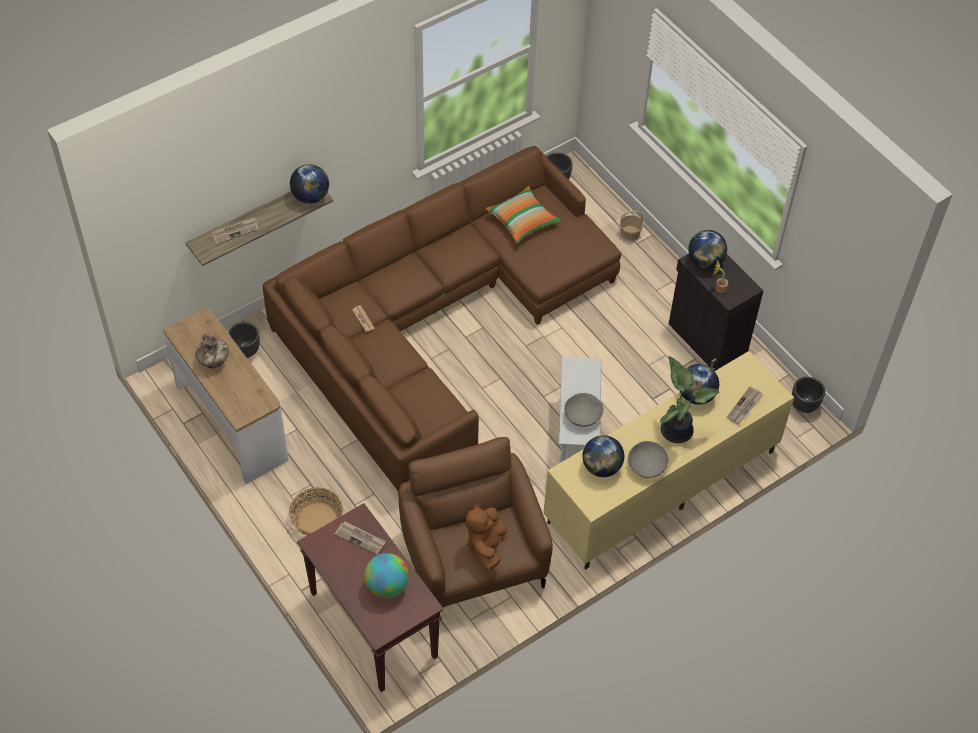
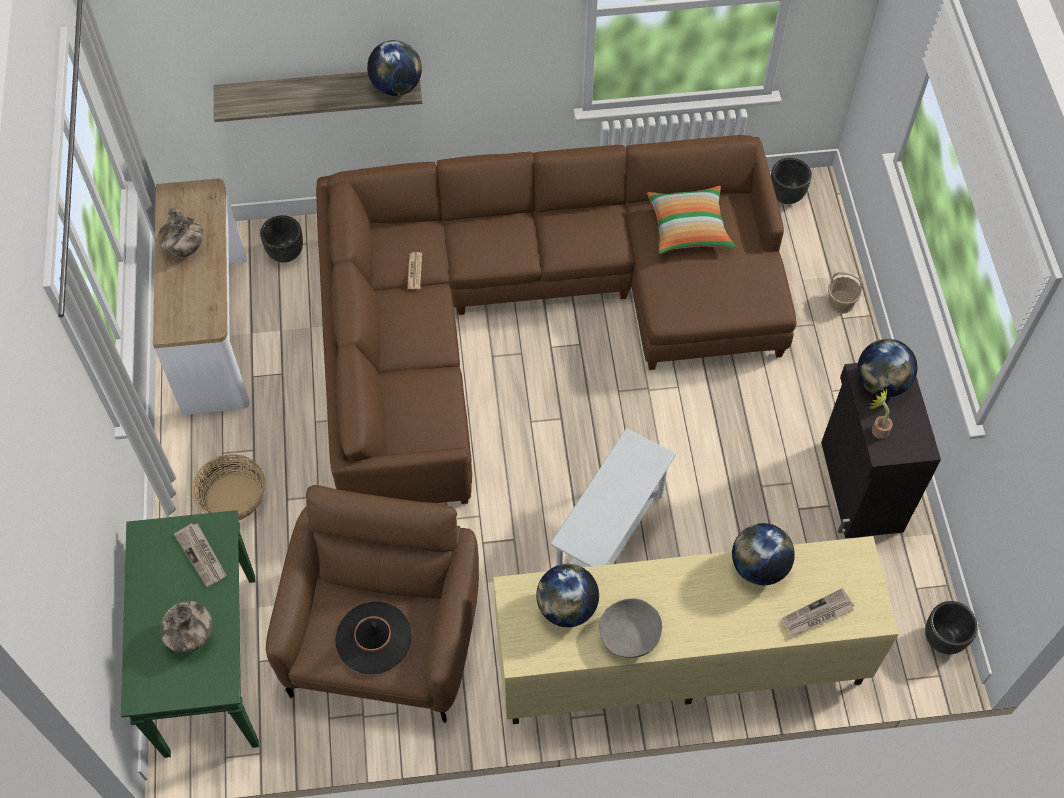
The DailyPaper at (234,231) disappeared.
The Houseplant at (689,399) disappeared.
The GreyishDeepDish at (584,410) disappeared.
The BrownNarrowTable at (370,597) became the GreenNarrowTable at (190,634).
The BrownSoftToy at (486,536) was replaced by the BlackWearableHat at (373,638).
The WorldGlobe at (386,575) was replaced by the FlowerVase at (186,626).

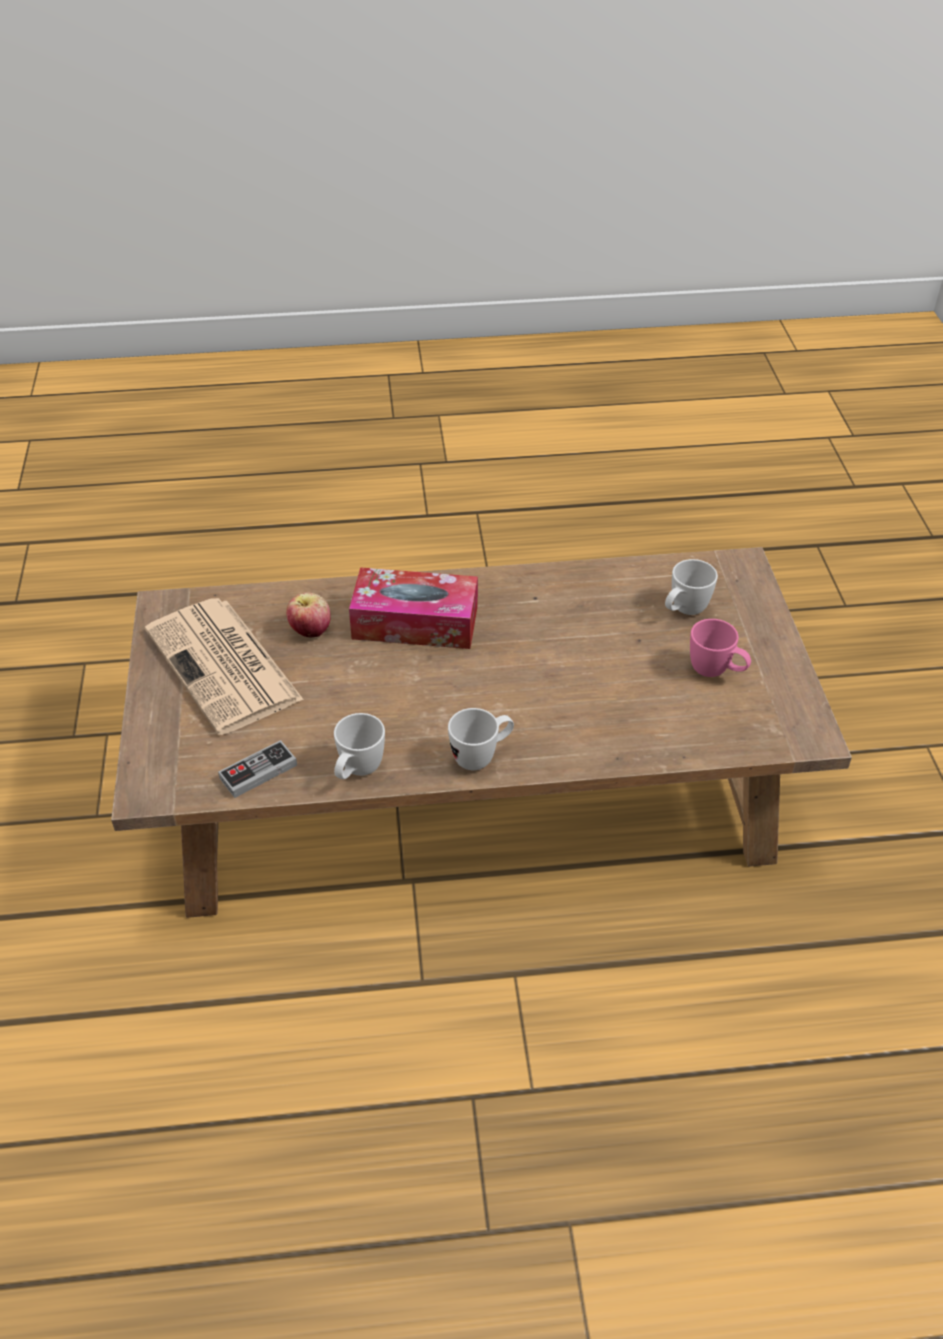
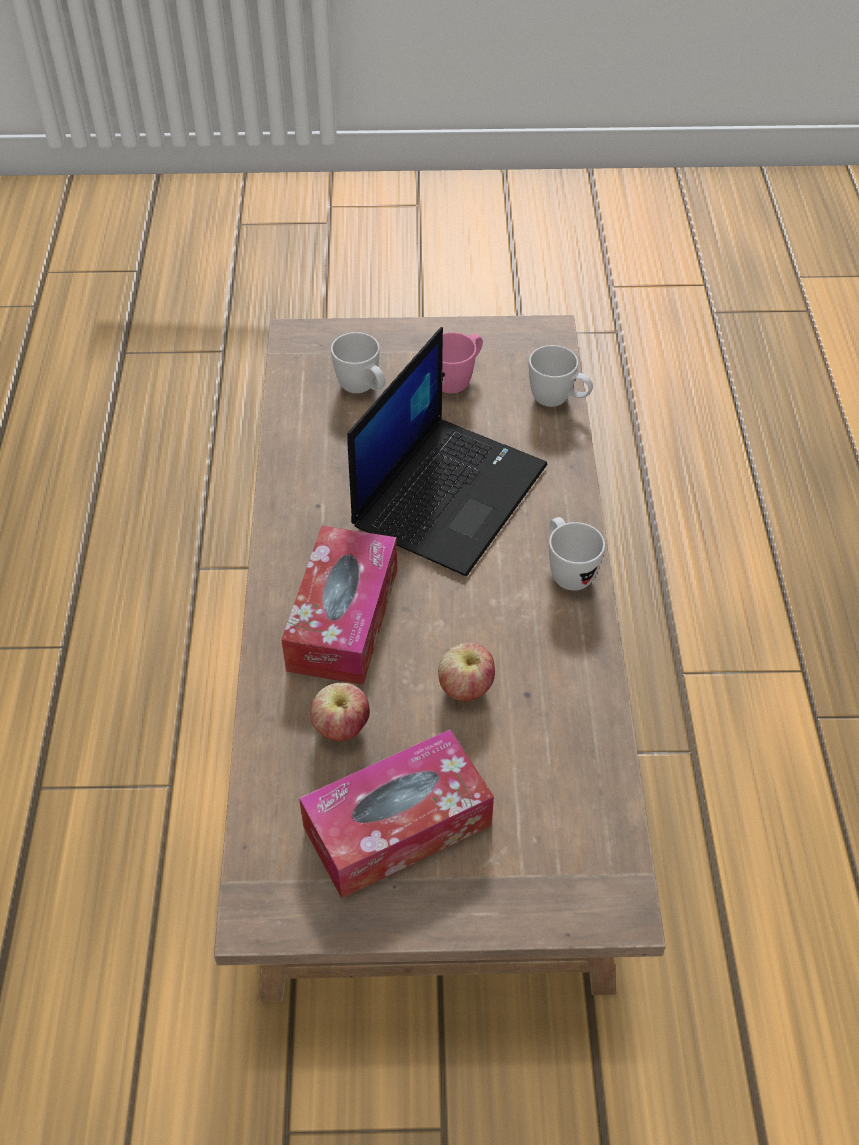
The DailyPaper at (224,666) was replaced by the TissueHolder at (396,814).
The WhiteColouredMug moved from (359,746) to (561,376).
The Joypad at (257,769) disappeared.
The PortableComputer at (447,451) appeared.
The WholeApple at (466,672) appeared.

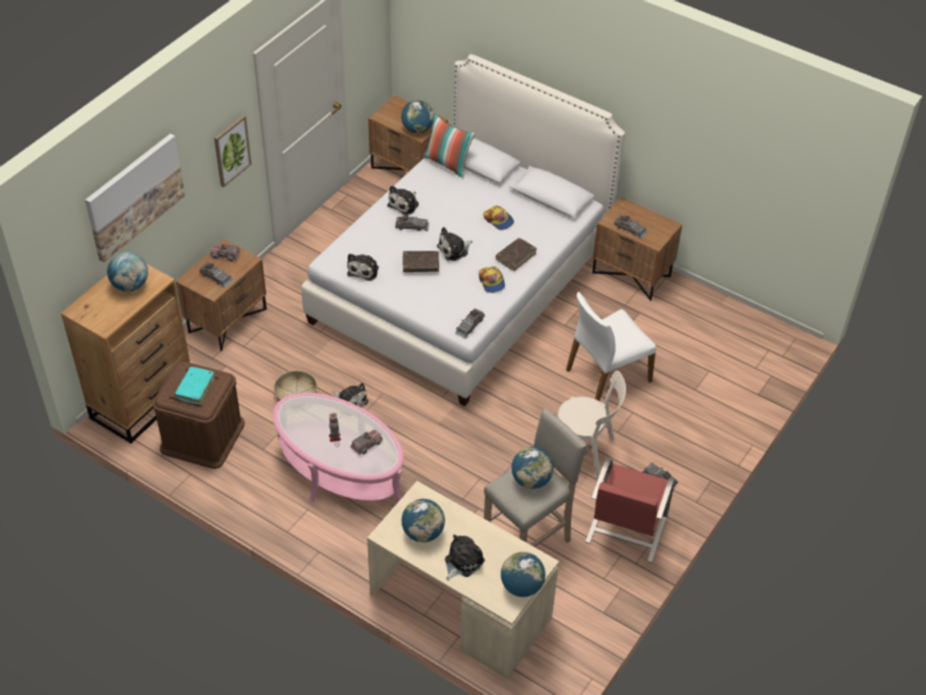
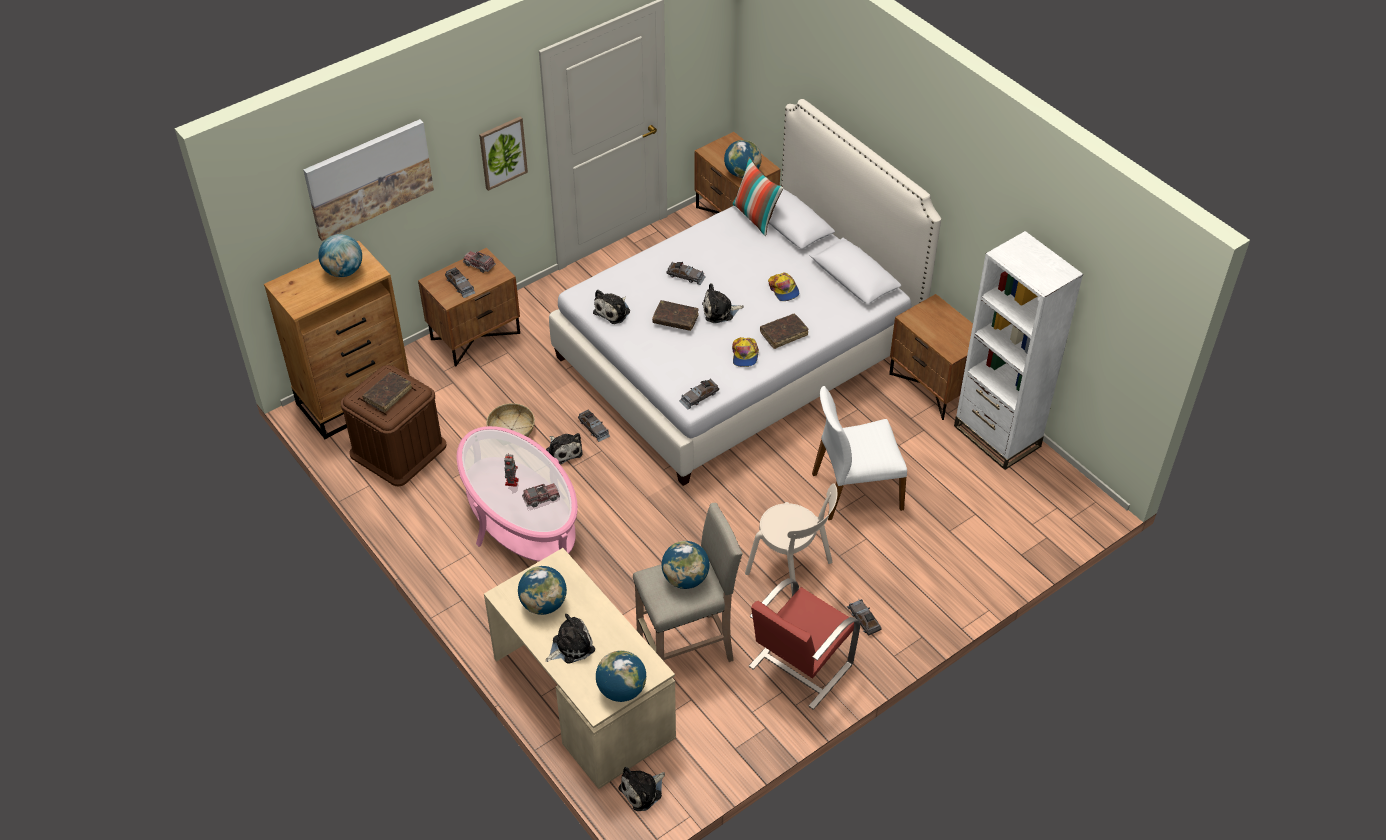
The SoftToy moved from (403,200) to (642,789).
The GreyishMiniatureCar moved from (631,227) to (594,425).
The BlueGreenBook at (194,385) became the BrownBook at (387,392).
The WhiteColouredShelvingUnit at (1018,350) appeared.

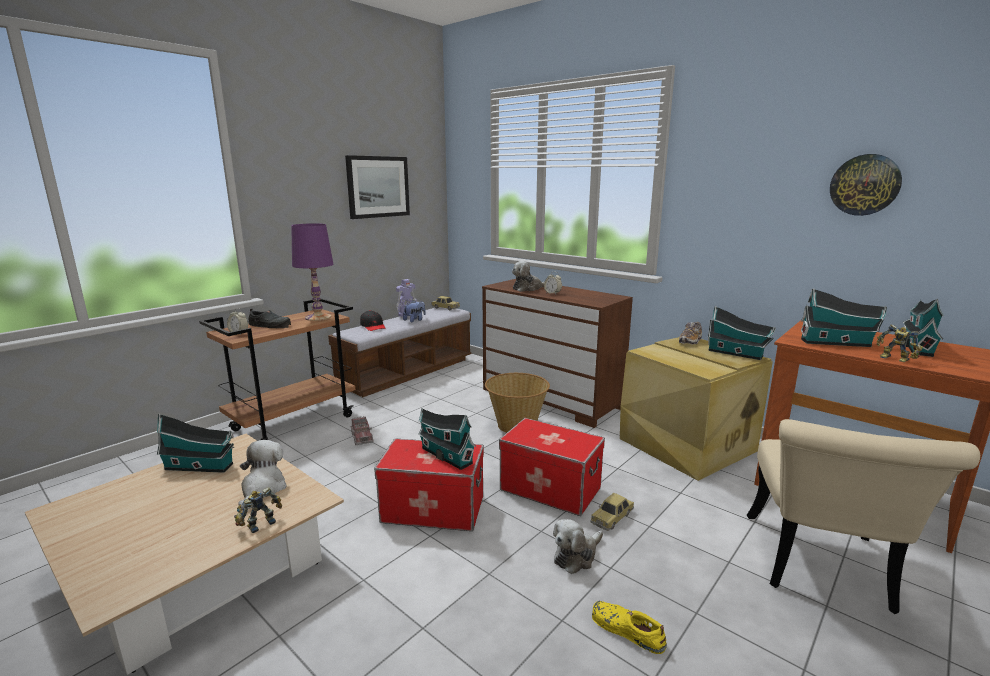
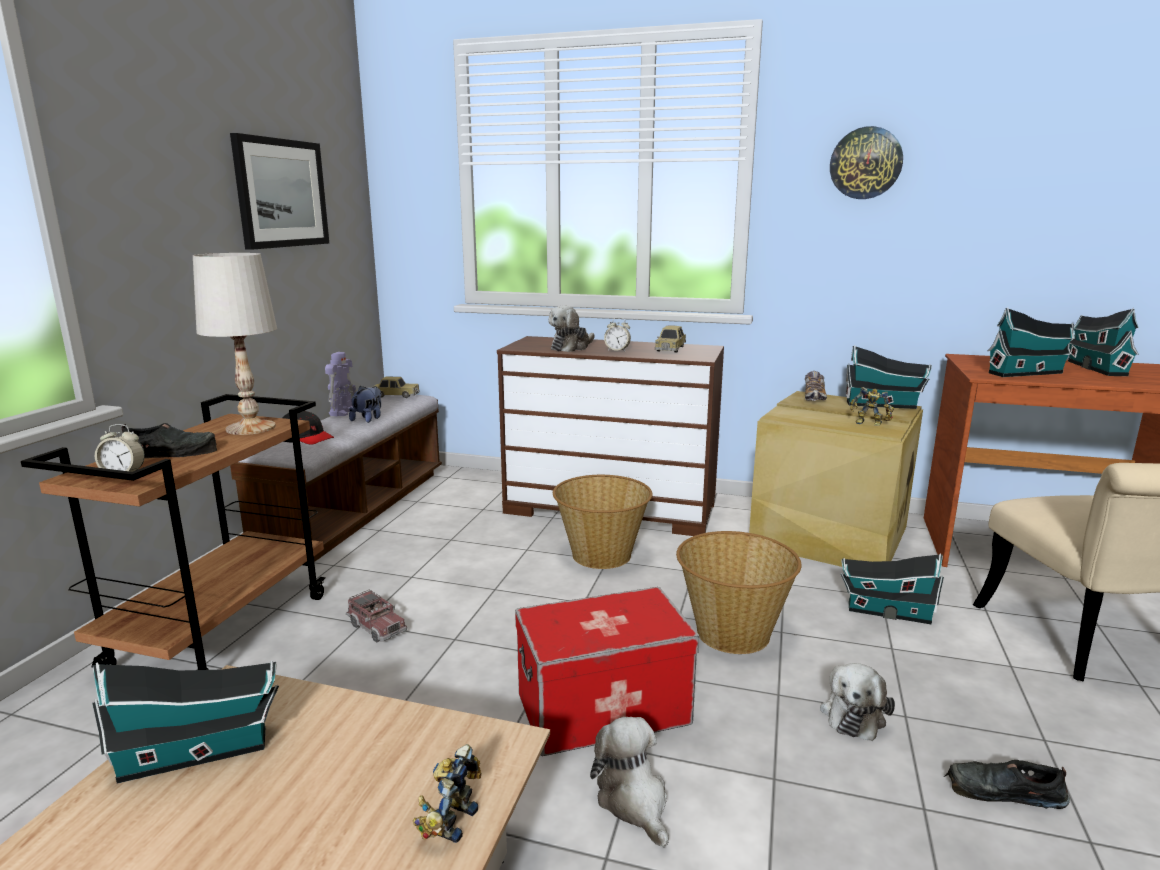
The WallClock moved from (866,185) to (866,162).
The PurpleColouredTableLamp at (312,272) became the WhiteColouredTableLamp at (235,344).
The ModelRobot moved from (900,343) to (872,406).
The ModelHouse moved from (447,439) to (892,589).
The StorageContainer at (552,467) was replaced by the HouseholdBasket at (739,592).
The SoftToy moved from (262,475) to (629,782).
The MiniatureCar moved from (612,512) to (670,339).
The YellowShoe at (629,627) became the BlackShoe at (1007,784).

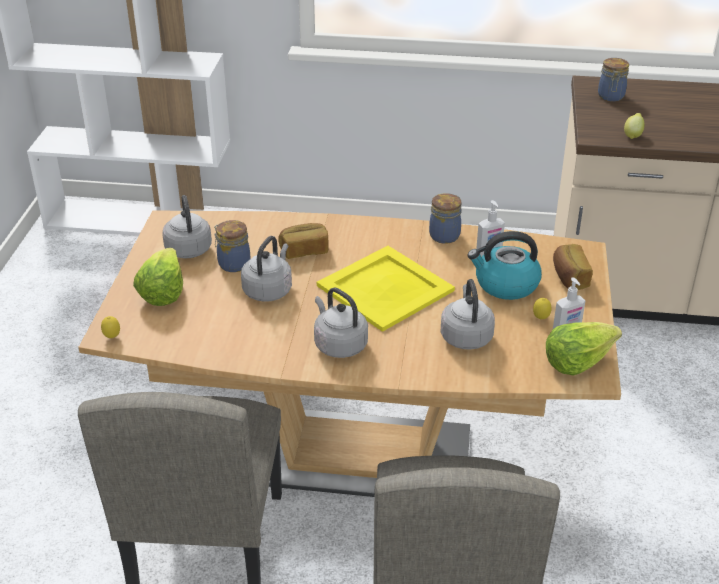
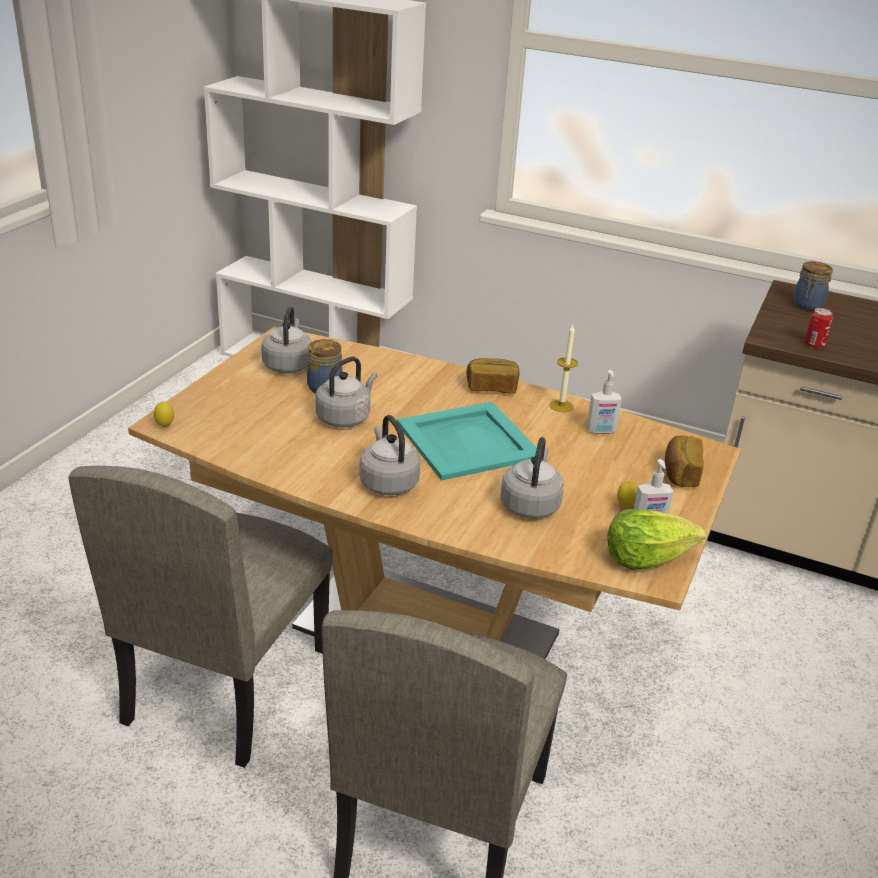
The Lemon at (634,126) was replaced by the MetalCan at (819,328).
The PreserveJar at (445,218) was replaced by the Candle at (564,368).
The BakeryBread moved from (303,241) to (493,375).
The TeaKettle at (505,265) disappeared.
The YellowCarryingTray at (386,289) became the BlueGreenCarryingTray at (467,441).
The HeadOfLettuce at (158,277) disappeared.

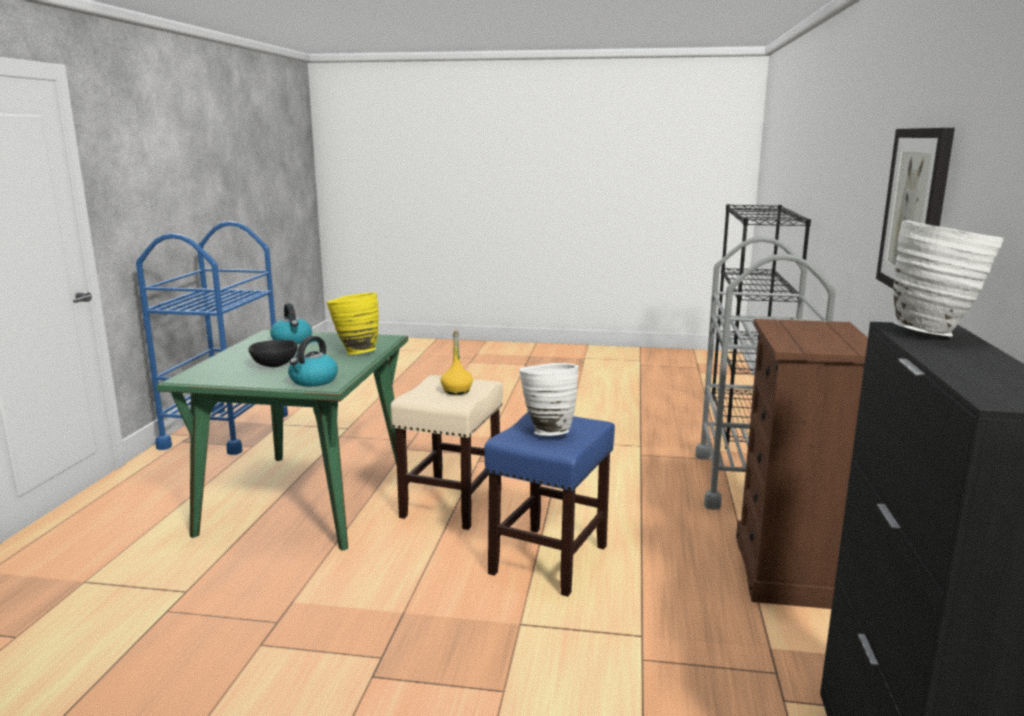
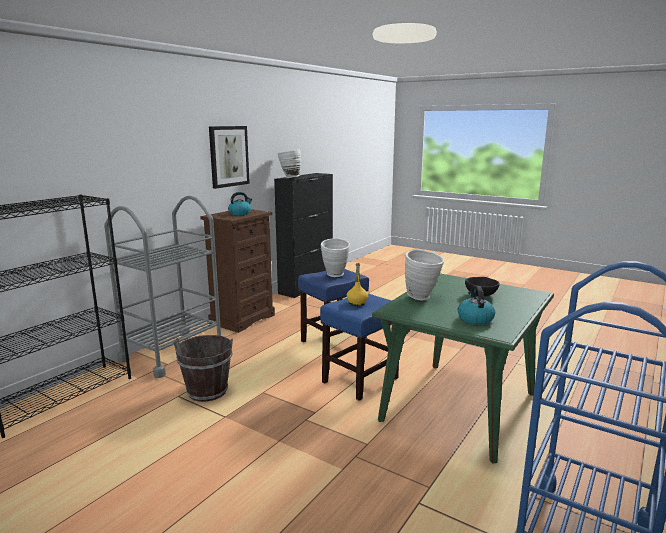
The YellowFlowerVase at (352,324) became the WhiteColouredFlowerVase at (425,275).
The TeaKettle moved from (313,361) to (240,203).
The SandColouredStoolSeat at (446,452) became the BluishStoolSeat at (359,347).
The BrownBucket at (203,368) appeared.

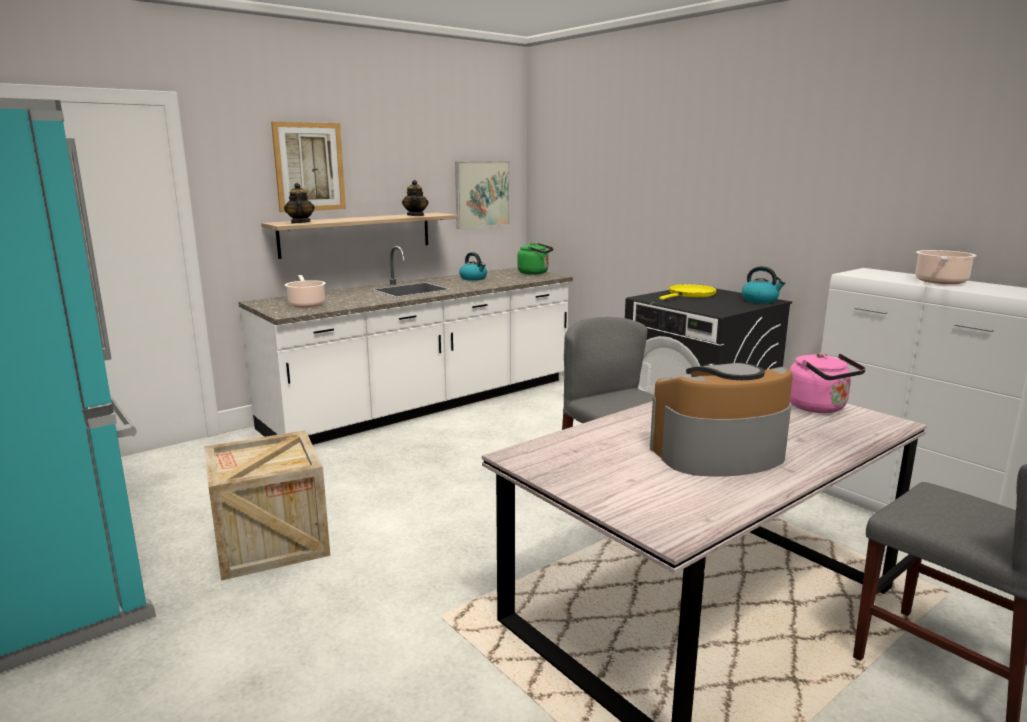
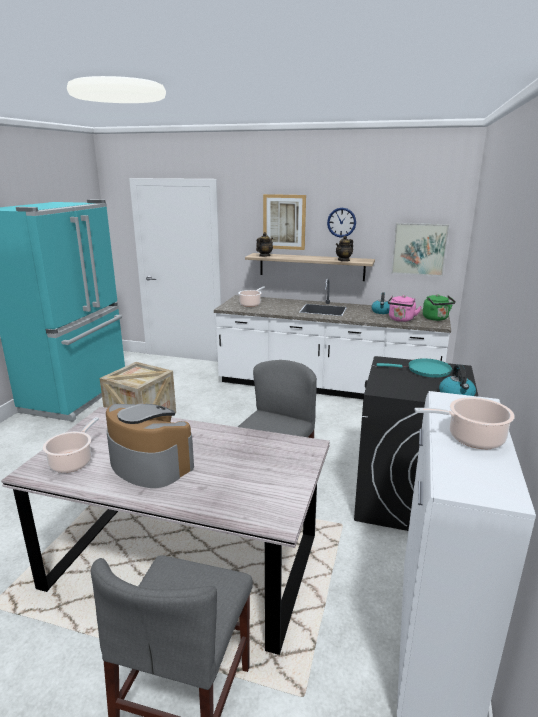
The YellowSkillet at (688,292) became the BlueGreenSkillet at (414,368).
The PinkTeaKettle moved from (828,383) to (405,308).
The WallClock at (341,223) appeared.
The Saucepot at (71,445) appeared.

